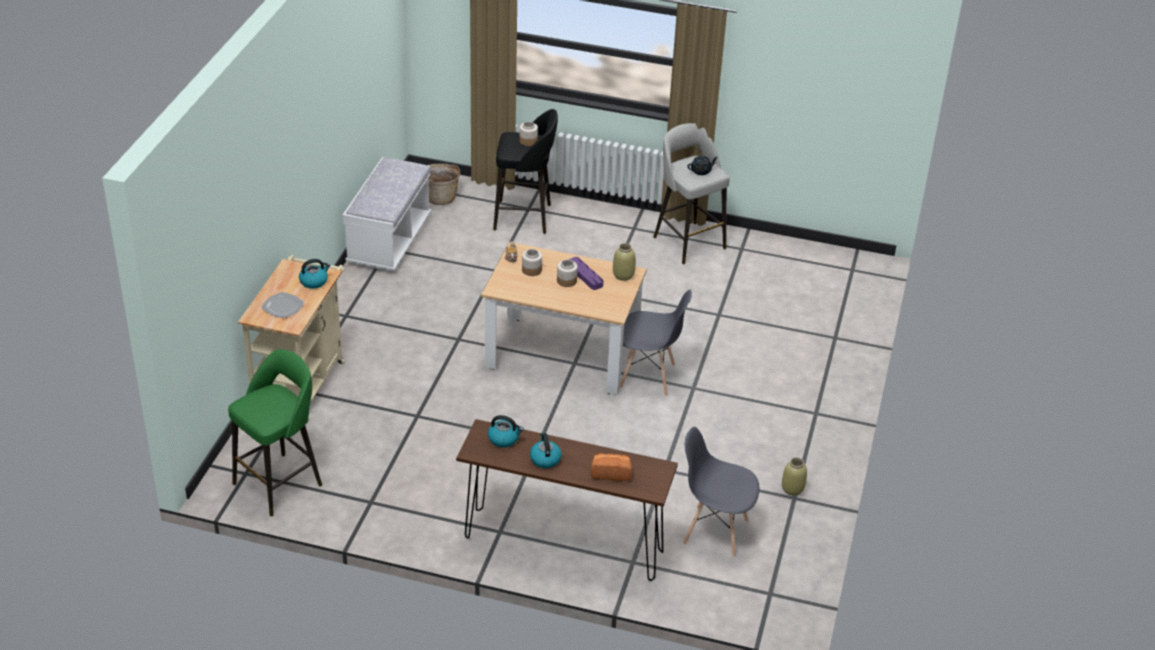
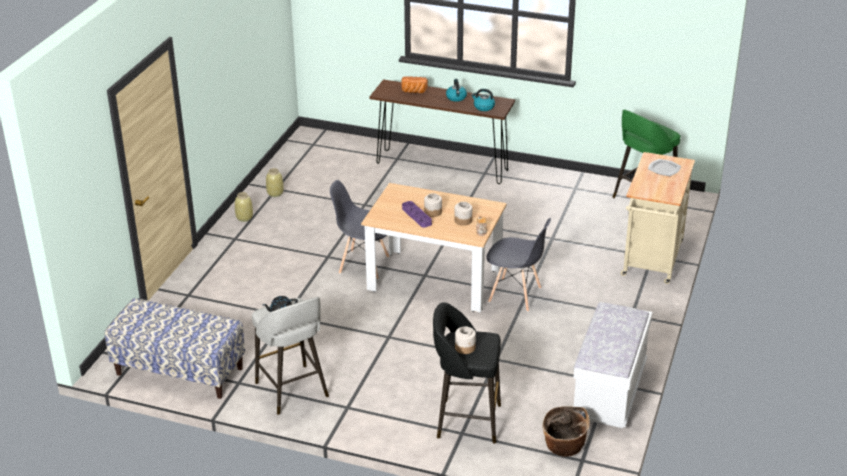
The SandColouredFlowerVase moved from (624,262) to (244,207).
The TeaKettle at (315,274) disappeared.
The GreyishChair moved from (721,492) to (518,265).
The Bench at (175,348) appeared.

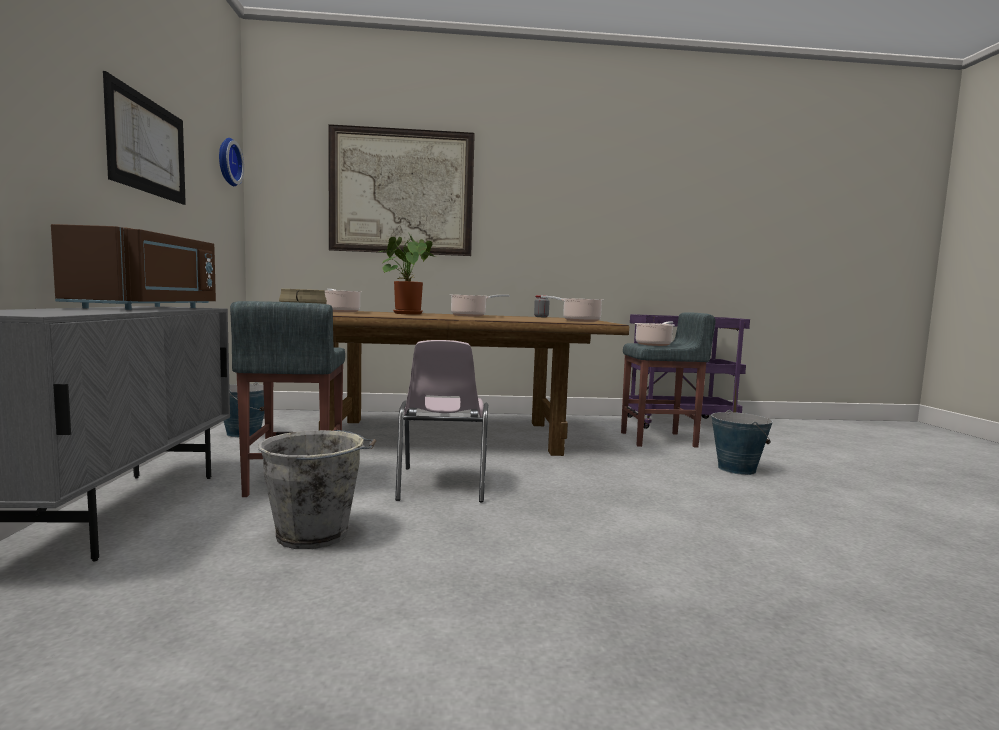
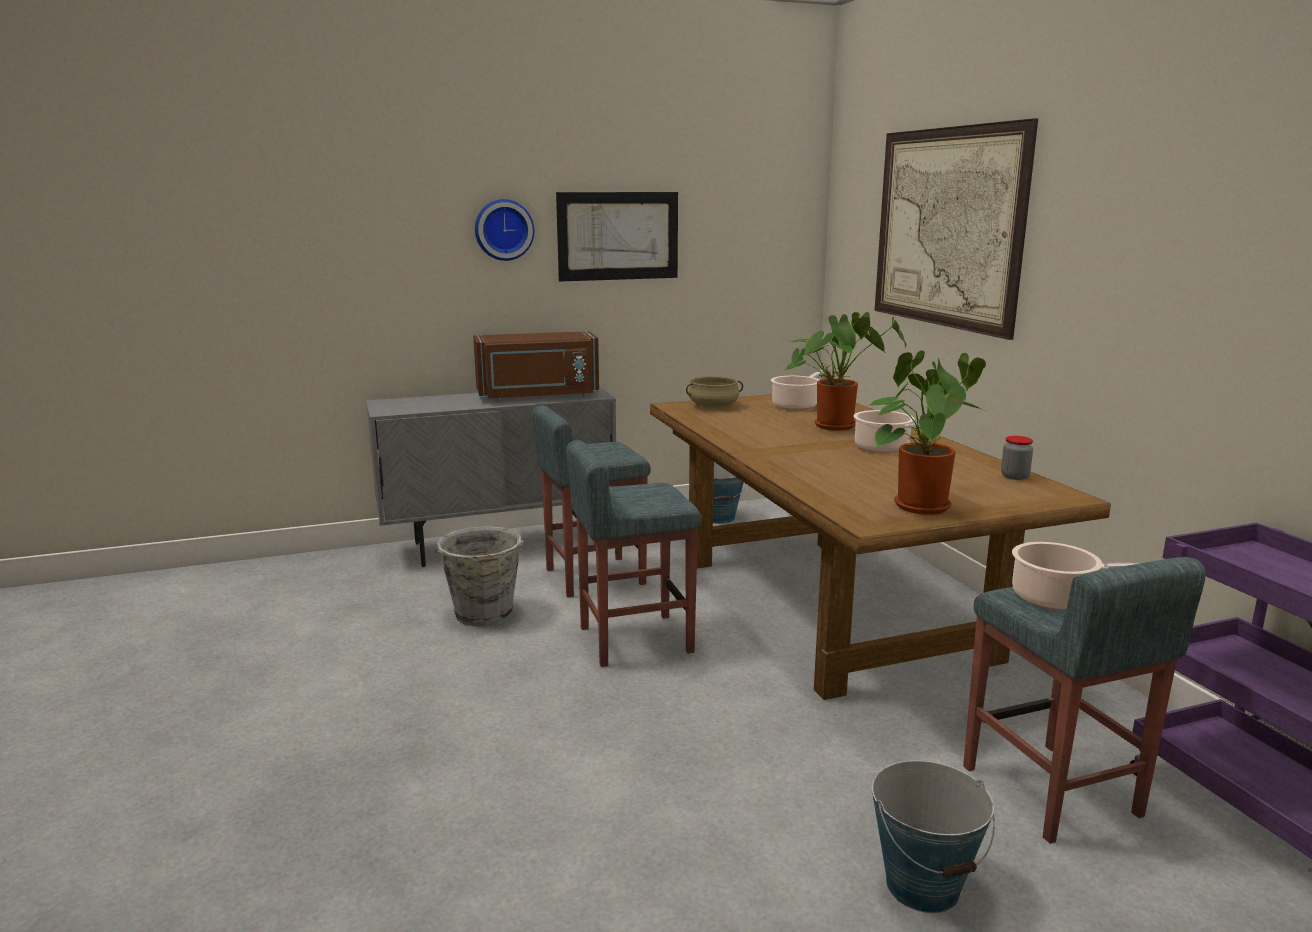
The WallClock moved from (231,162) to (504,230).
The Saucepot at (571,309) was replaced by the Houseplant at (926,433).
The PinkChair at (441,421) was replaced by the GreyishStoolSeat at (634,553).

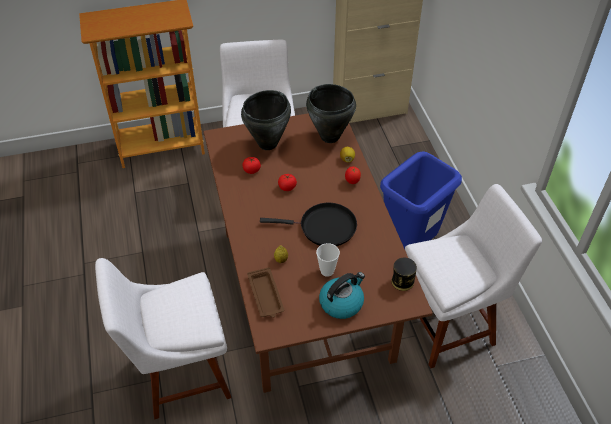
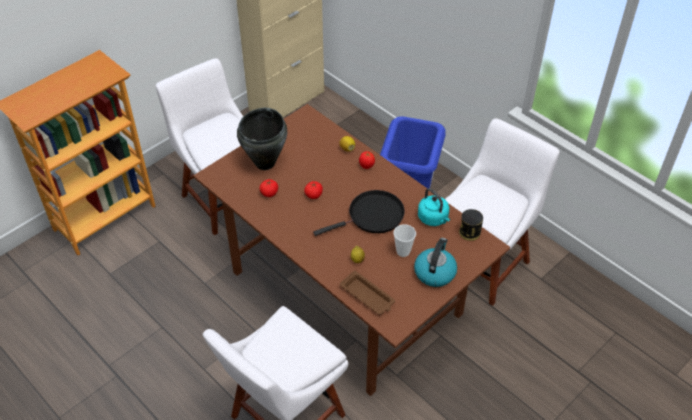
The BlackSaucepot at (331,113) disappeared.
The BlueGreenTeaKettle at (434,207) appeared.

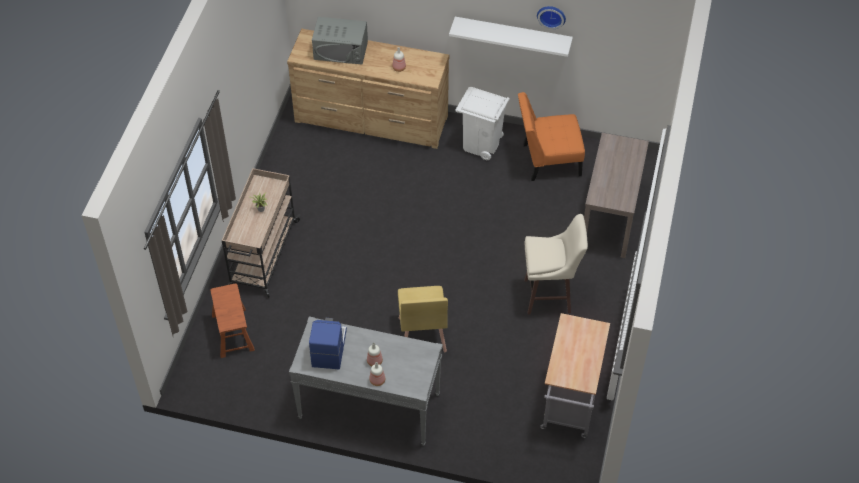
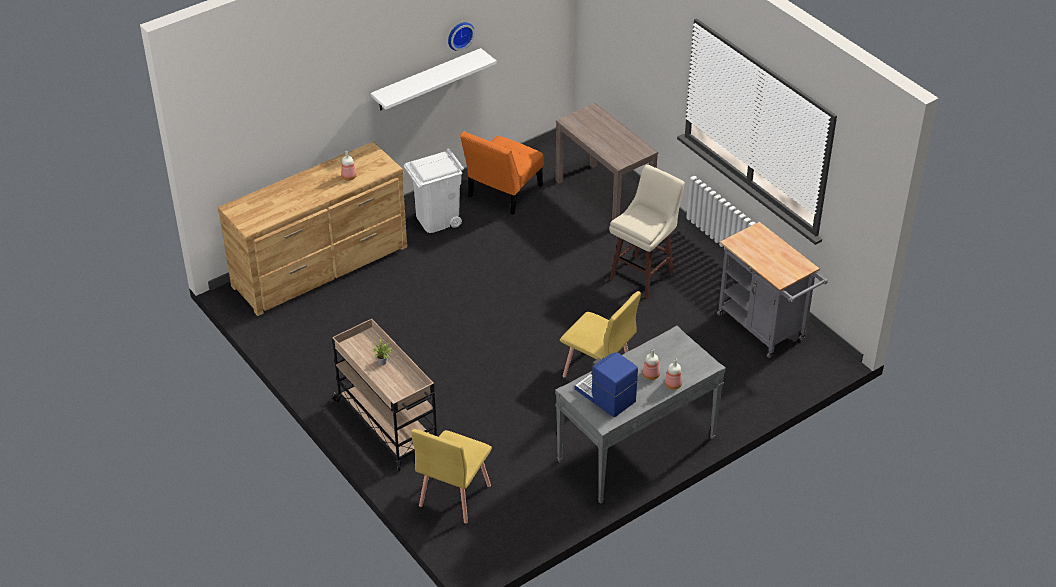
The GreyishMicrowave at (340,41) disappeared.
The BrownStoolSeat at (232,321) was replaced by the YellowChair at (451,476).

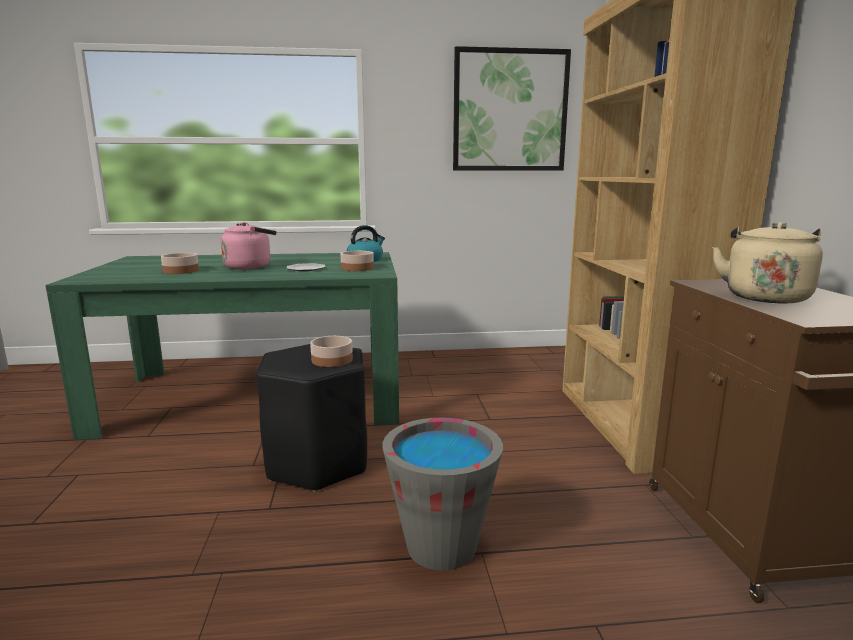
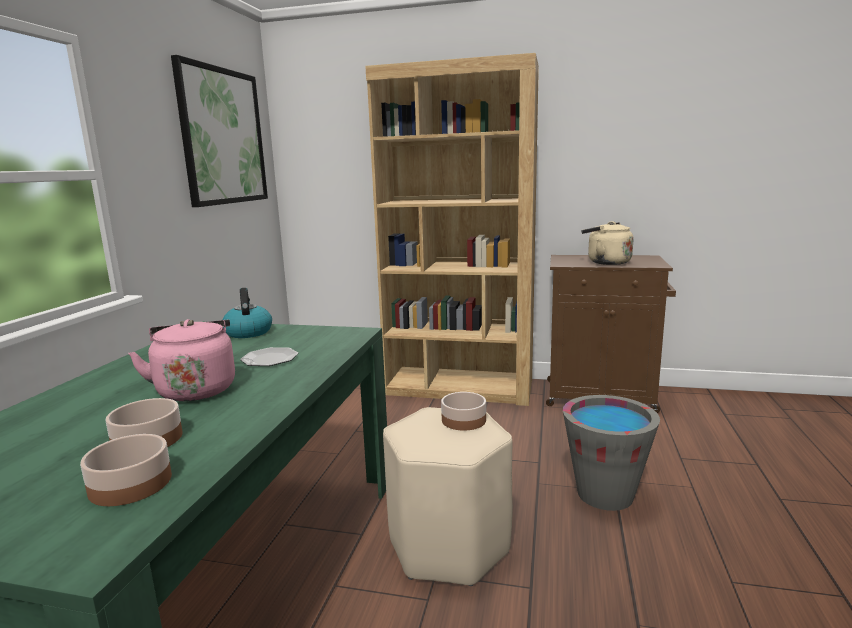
The DeepDish moved from (357,261) to (126,470).
The BlackStoolSeat at (311,418) became the SandColouredStoolSeat at (448,496).

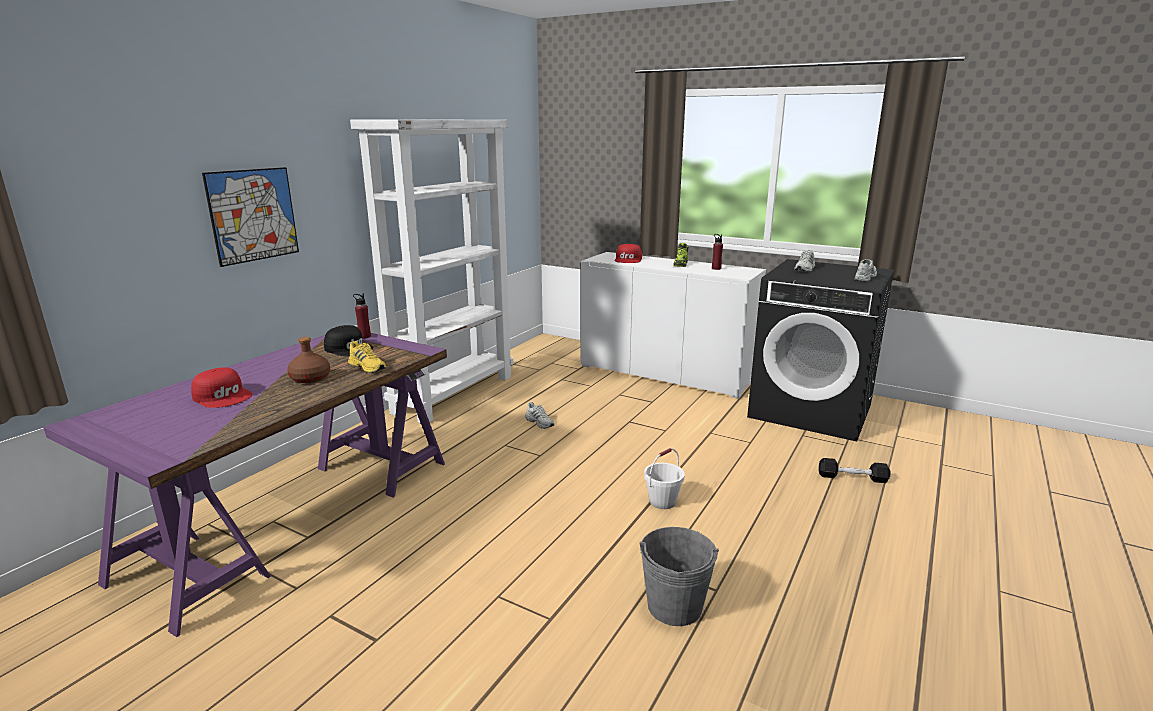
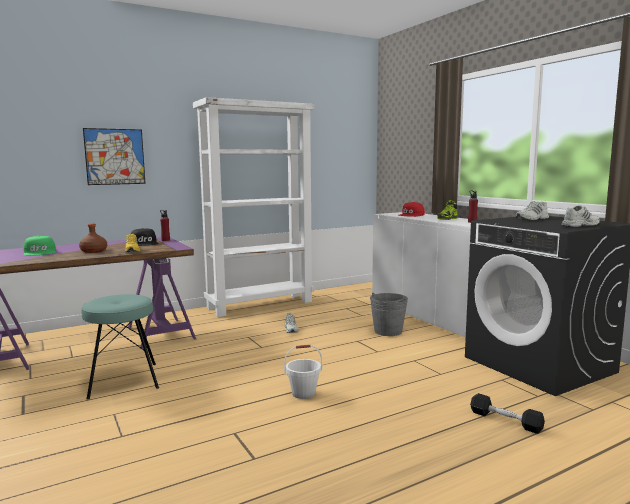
The ReddishBaseballCap at (221,388) became the GreenBaseballCap at (39,246).
The GreyishBucket moved from (679,576) to (389,314).
The BlueGreenStoolSeat at (120,347) appeared.

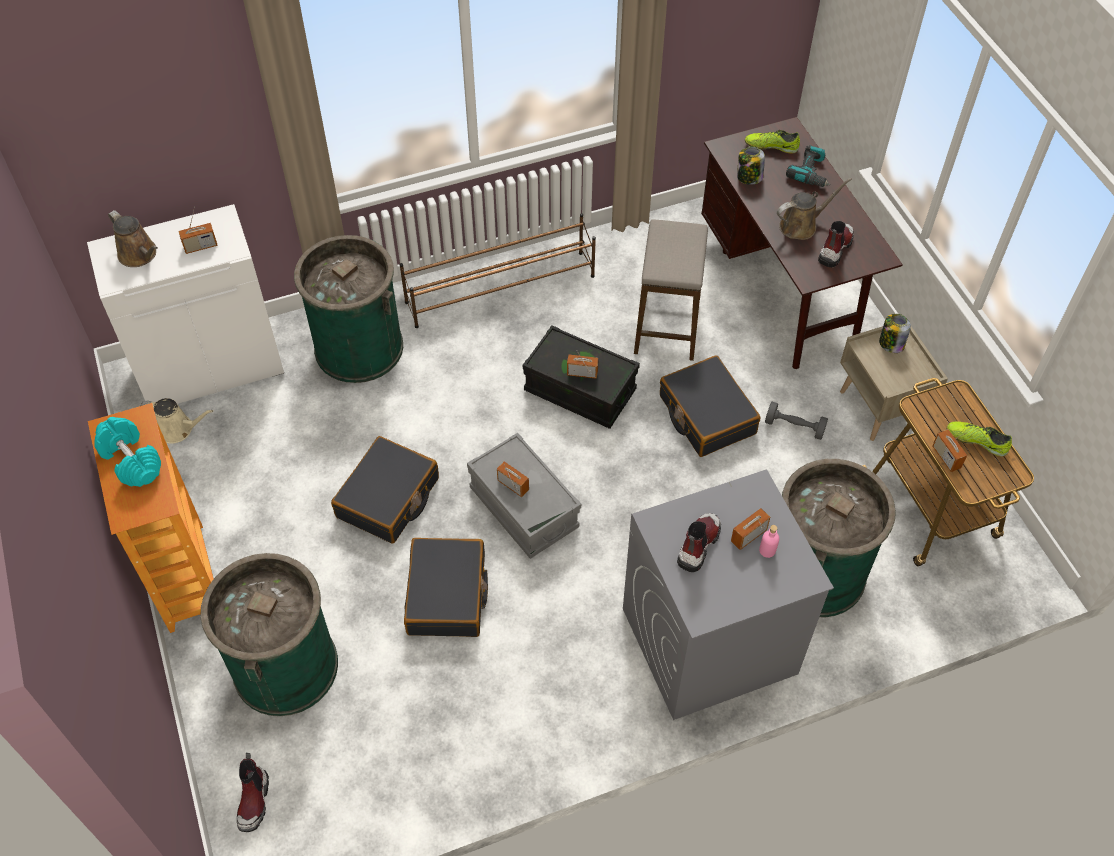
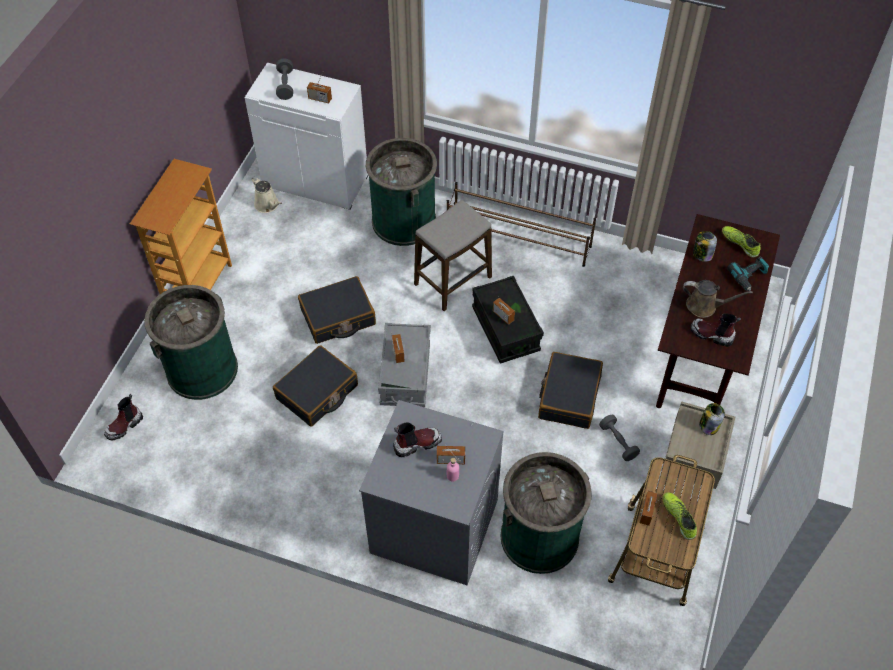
The BrownWateringCan at (133,238) was replaced by the GreyishHandWeight at (284,79).
The StoolSeat moved from (671,290) to (453,255).
The HighTopBoot at (836,244) turned 135 degrees counterclockwise.
The BlueGreenHandWeight at (127,452) disappeared.

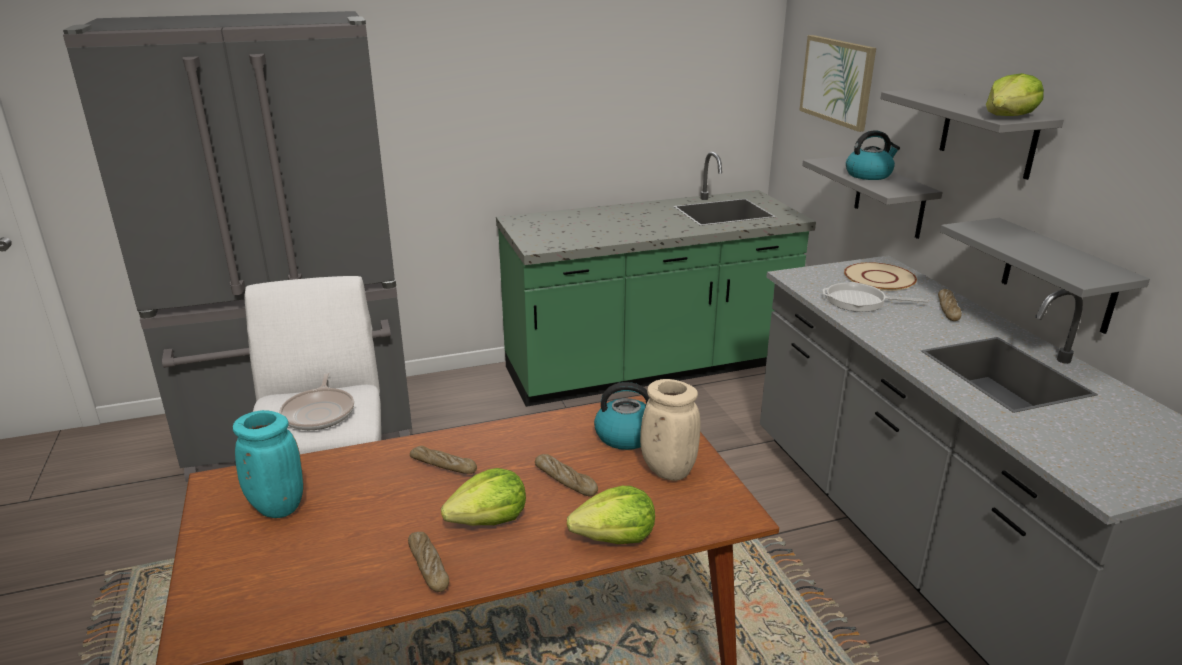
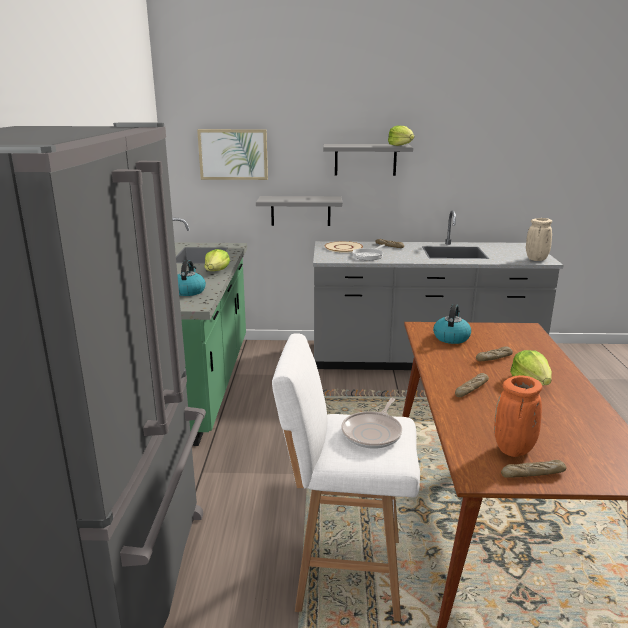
The TeaKettle moved from (873,155) to (192,278).
The GreyishShelf at (1045,276) disappeared.
The Skillet at (316,401) turned 105 degrees clockwise.
The SandColouredFlowerVase moved from (670,430) to (539,239).
The BlueGreenFlowerVase at (268,464) became the OrangeFlowerVase at (518,416).
The HeadOfLettuce moved from (611,515) to (217,260).
The BakeryBread moved from (428,562) to (534,469).

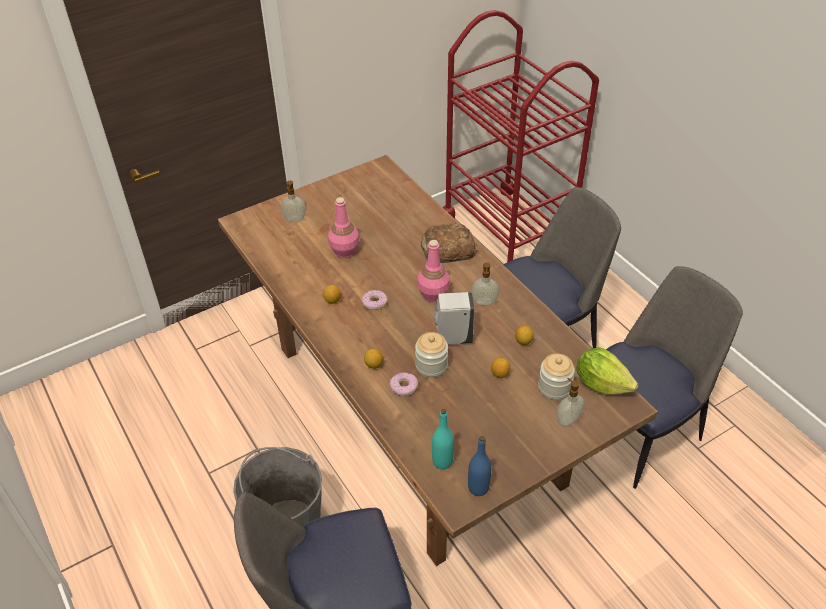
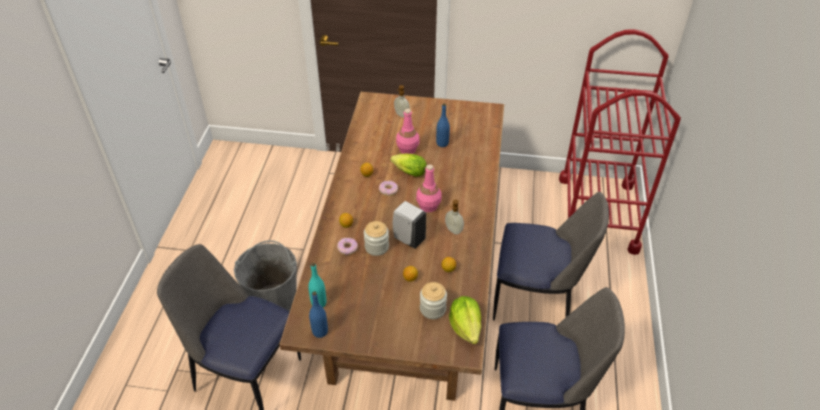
The BakeryBread at (449,243) disappeared.
The SoapBottle at (570,402) disappeared.
The BluishBeverageBottle at (443,125) appeared.
The HeadOfLettuce at (408,165) appeared.

